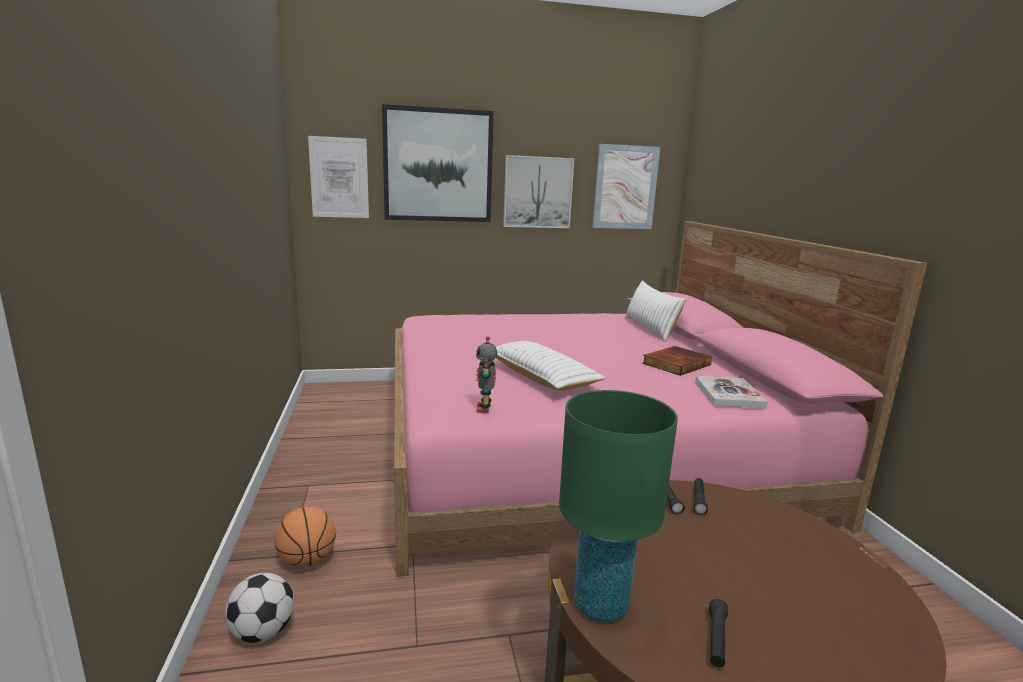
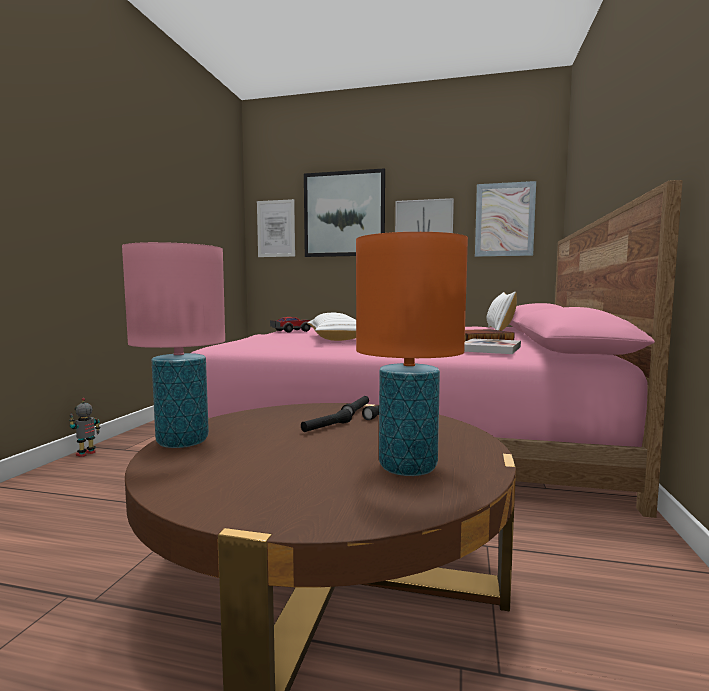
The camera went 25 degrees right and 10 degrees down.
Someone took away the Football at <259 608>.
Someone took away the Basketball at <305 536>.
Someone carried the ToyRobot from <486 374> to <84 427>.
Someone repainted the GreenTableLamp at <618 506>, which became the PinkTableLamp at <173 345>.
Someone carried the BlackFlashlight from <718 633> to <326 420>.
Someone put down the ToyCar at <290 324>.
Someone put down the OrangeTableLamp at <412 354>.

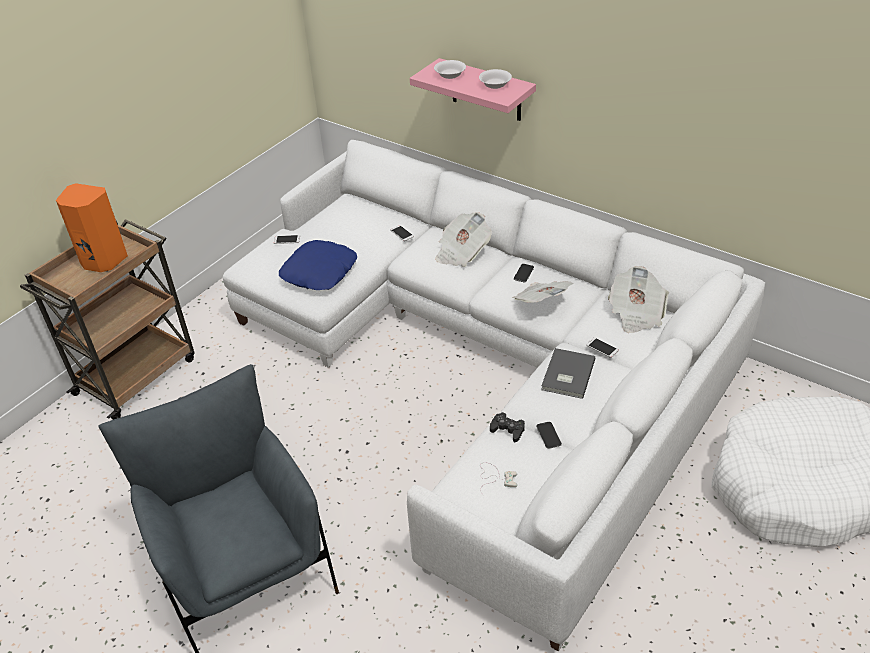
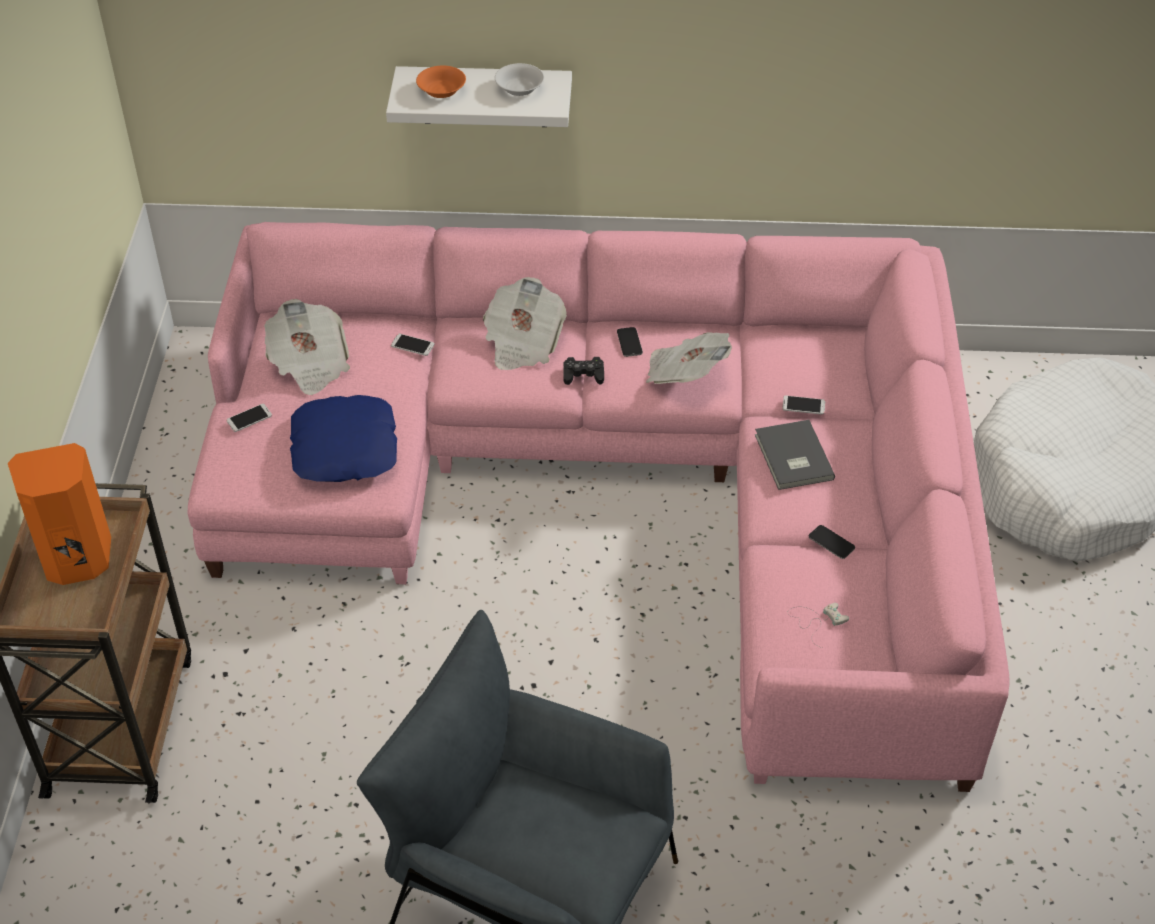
The camera went 35 degrees left and 5 degrees up.
Someone repainted the WhiteSofa at <494 396>, which became the PinkSofa at <599 507>.
Someone repainted the PinkShelf at <473 89>, which became the WhiteShelf at <479 96>.
Someone repainted the WhiteBowl at <450 69>, which became the OrangeBowl at <441 82>.
Someone carried the BlackGameController from <507 427> to <583 371>.
Someone carried the Newspaper from <638 299> to <307 347>.

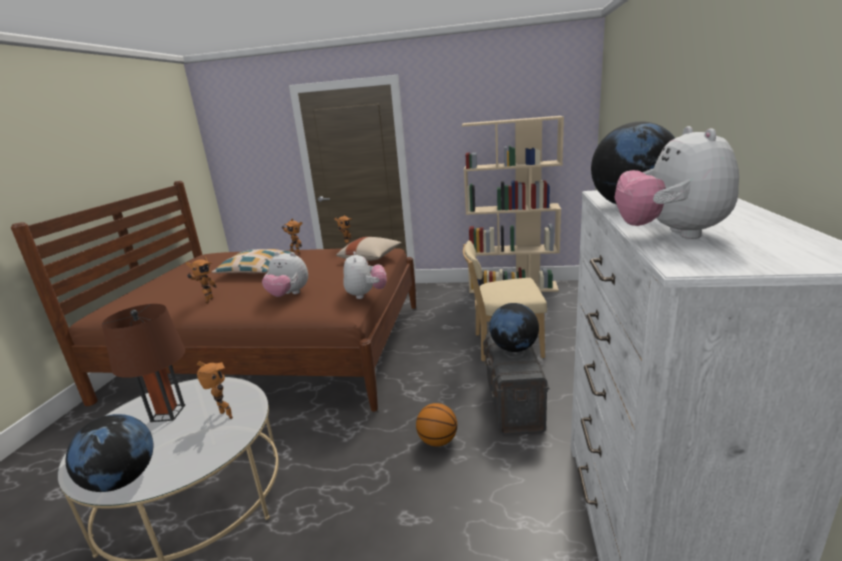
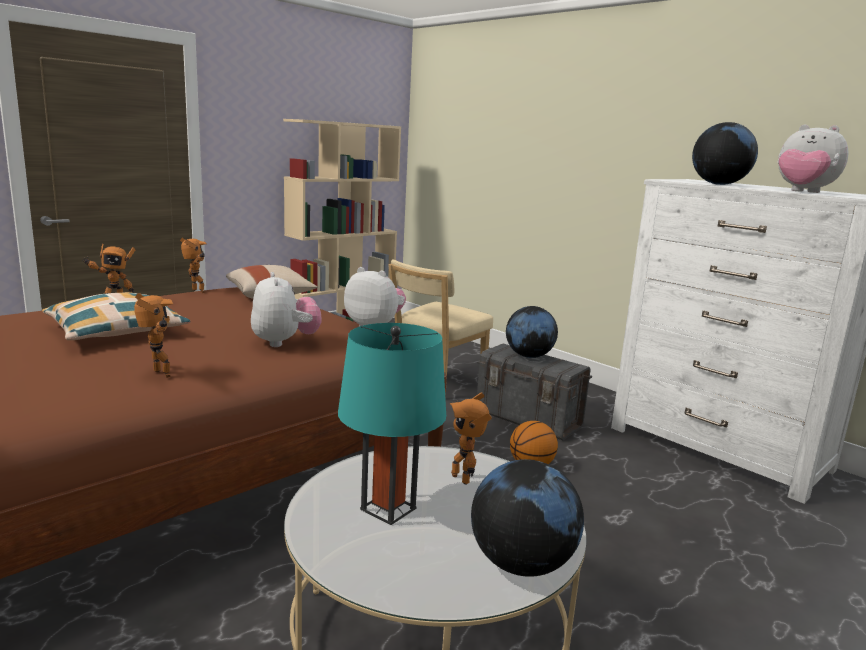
The camera went 55 degrees left and 5 degrees down.
Someone repainted the BrownTableLamp at <143 363>, which became the TurquoiseTableLamp at <392 424>.
Someone rotated the ToyRobot at <215 390> by 105 degrees counterclockwise.
Someone rotated the PlushToy at <285 274> by 75 degrees counterclockwise.

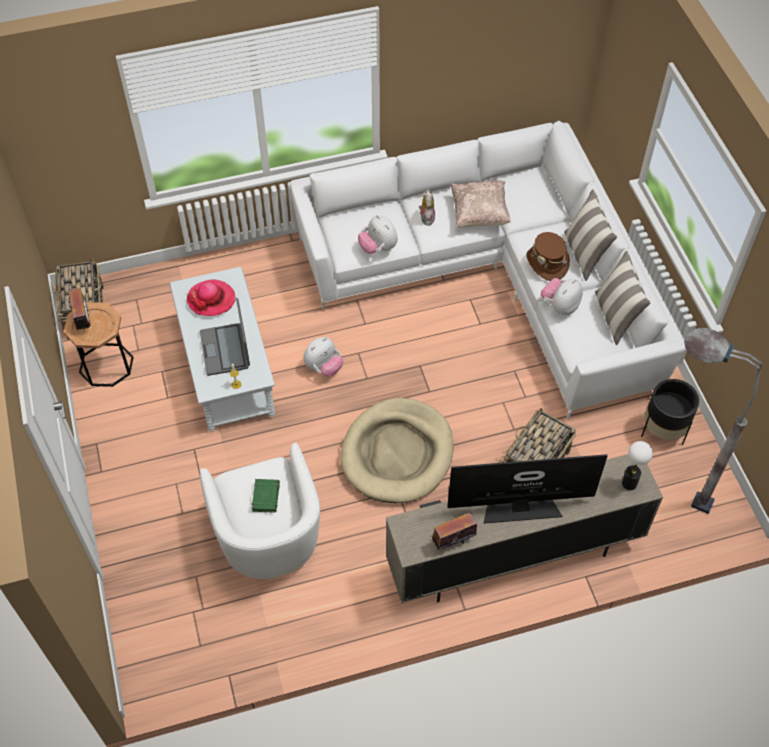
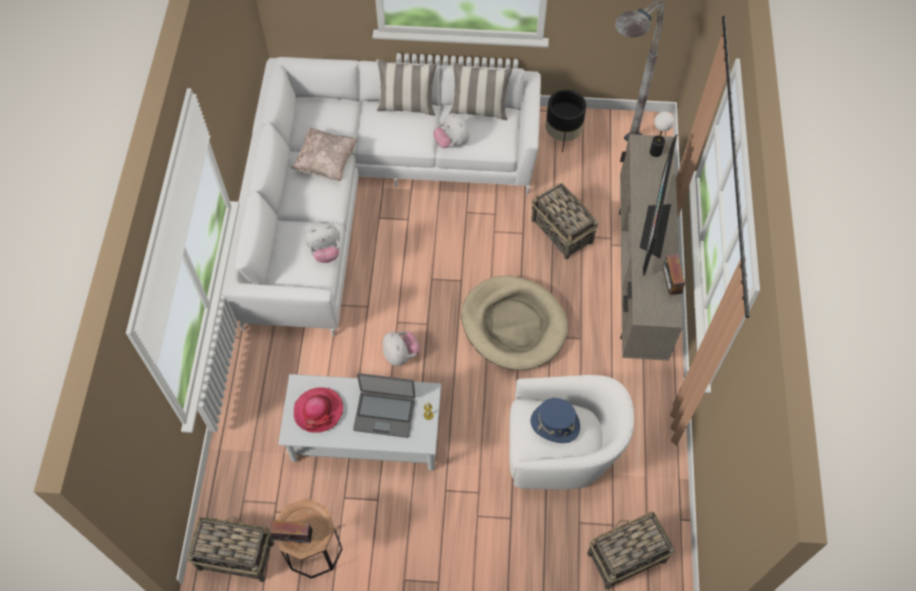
The camera went 70 degrees left and 5 degrees up.
Someone swapped the GreenBook at <266 496> for the BlueHat at <555 420>.
Someone took away the PlushToy at <427 208>.
Someone took away the BrownHat at <548 256>.
Someone put down the Basket at <631 550>.

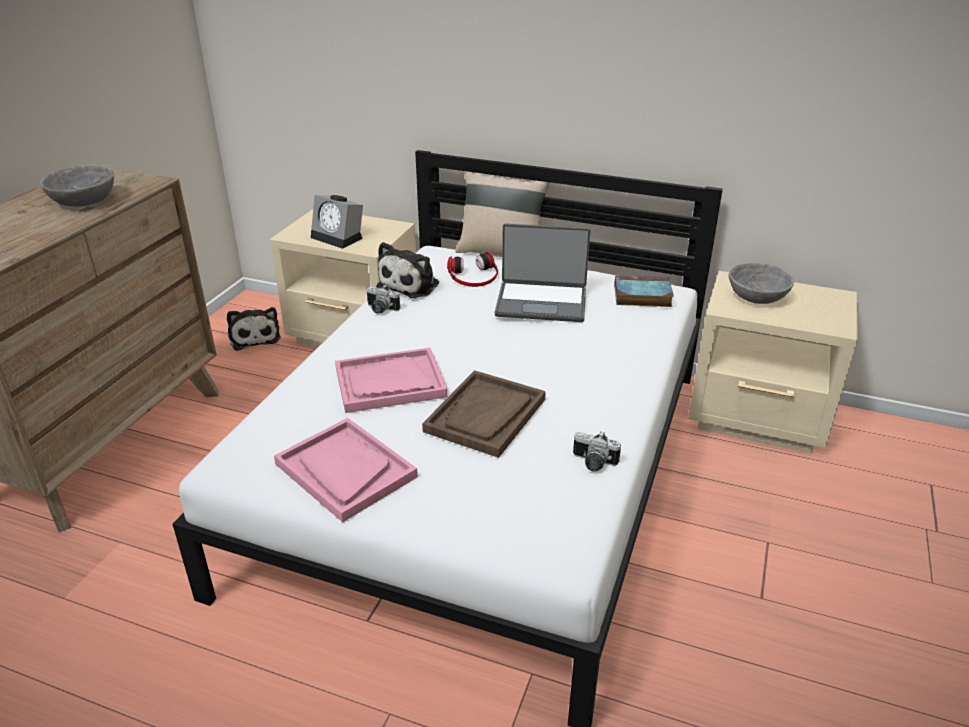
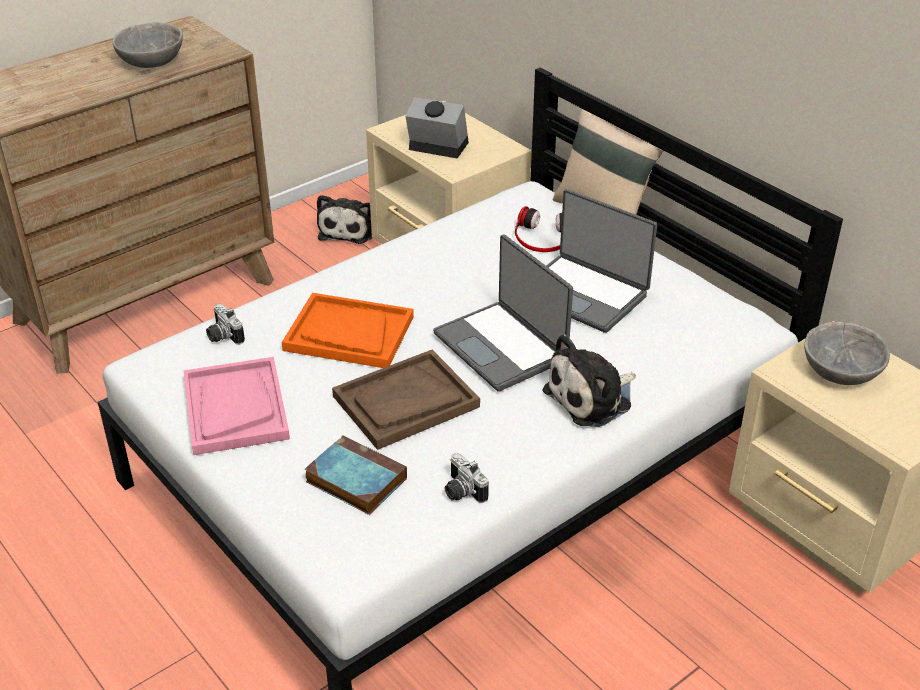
The camera went 30 degrees right and 5 degrees up.
Someone rotated the AlarmClock at <337 222> by 135 degrees clockwise.
Someone repainted the PinkTray at <391 380>, which became the OrangeTray at <348 330>.
Someone carried the PhotoCamera from <383 299> to <225 324>.
Someone carried the PlushToy from <407 270> to <589 380>.
Someone carried the Book from <644 291> to <356 475>.
Someone put down the Laptop at <503 313>.

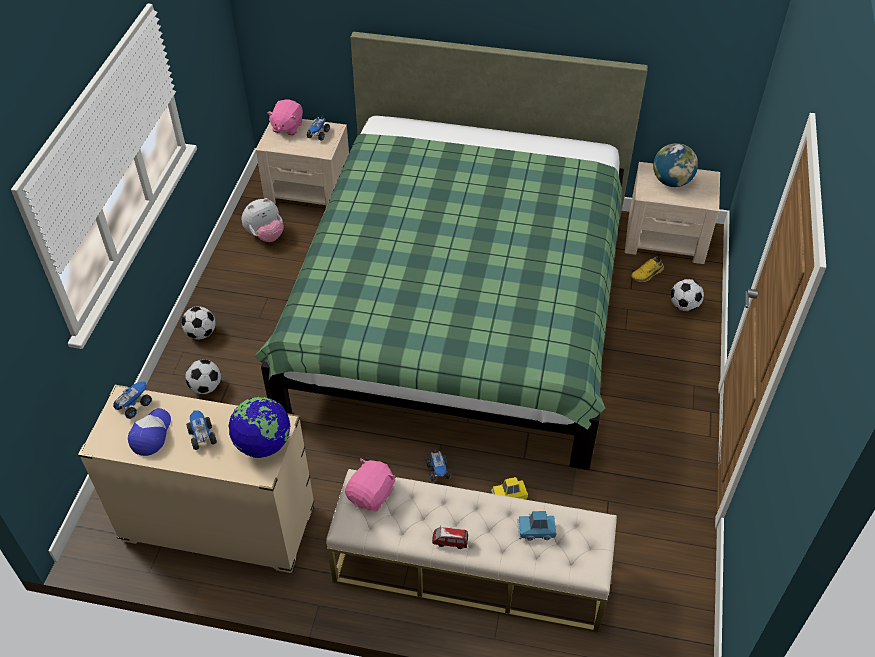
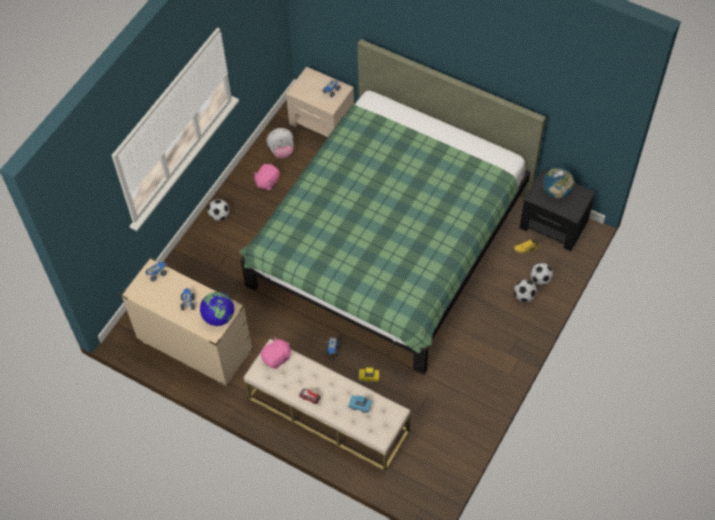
The camera went 20 degrees right and 10 degrees up.
Someone took away the Cap at <149 432>.
Someone carried the Football from <203 376> to <525 291>.
Someone carried the PinkPlushToy from <285 117> to <266 177>.
Someone repainted the BeigeNightstand at <672 213>, which became the BlackNightstand at <558 210>.

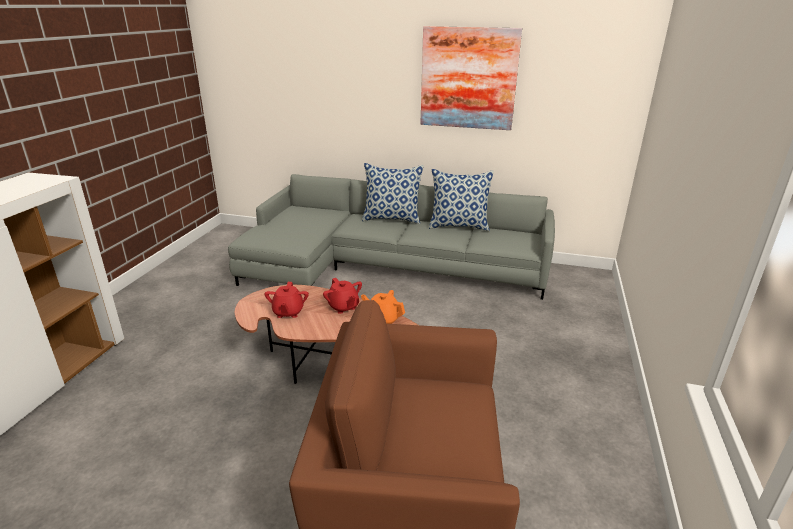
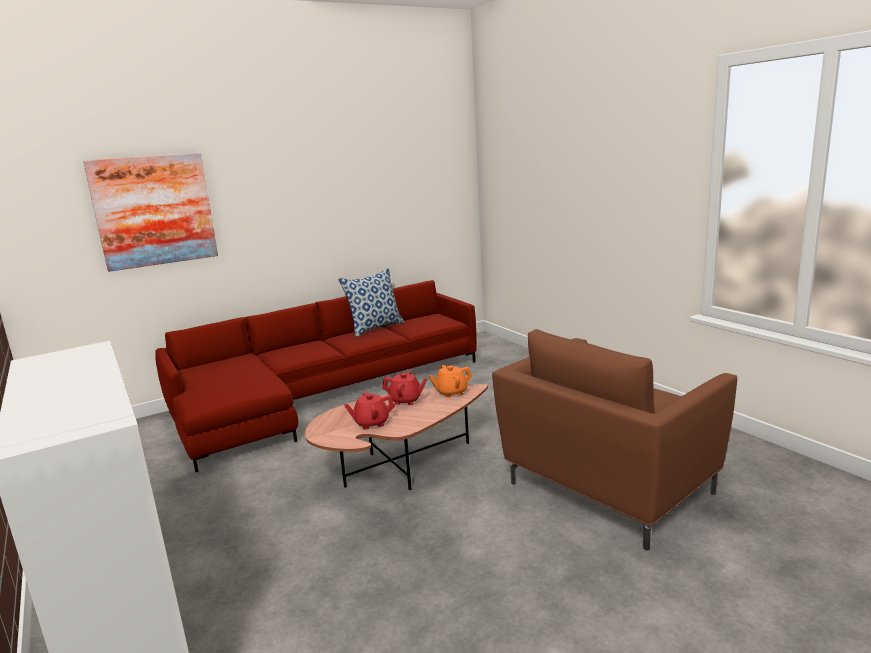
The camera went 45 degrees left and 10 degrees down.
Someone repainted the GreySofa at <391 237>, which became the RedSofa at <316 376>.
Someone rotated the RedTeapot at <286 300> by 120 degrees clockwise.
Someone took away the Pillow at <393 193>.
Someone carried the Picture from <471 78> to <150 212>.

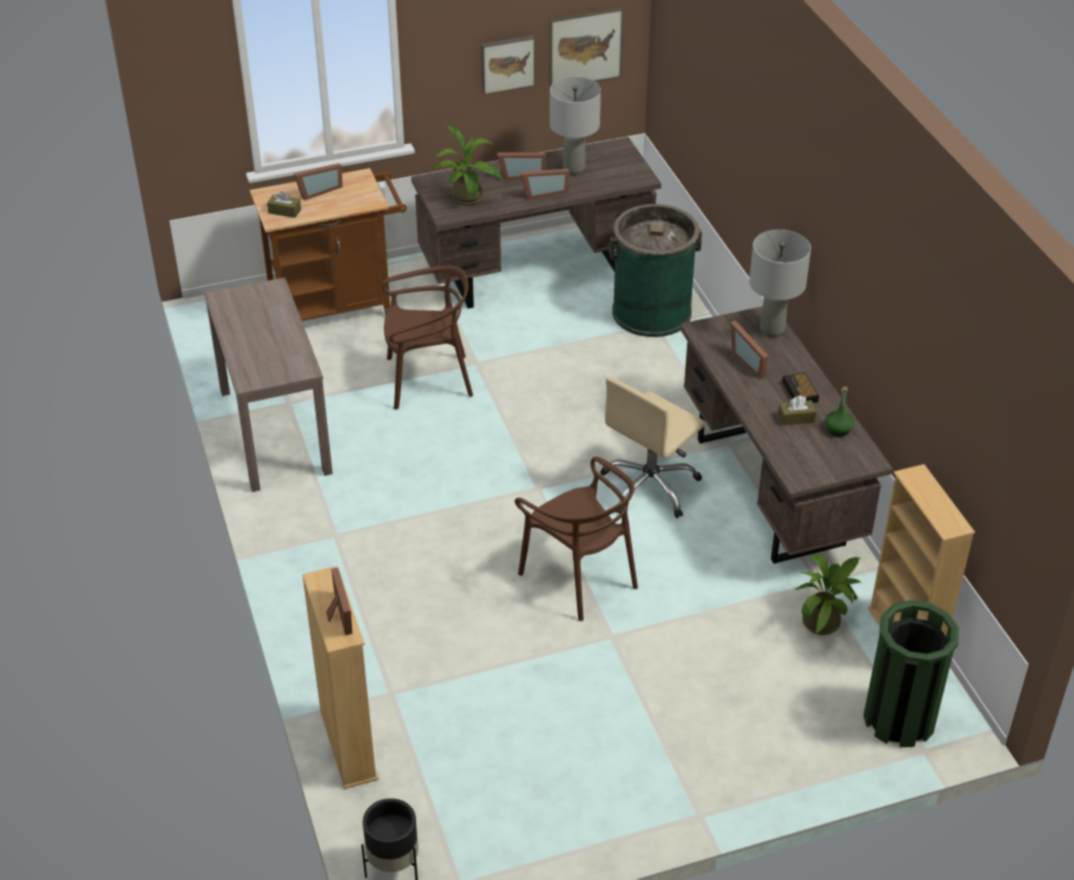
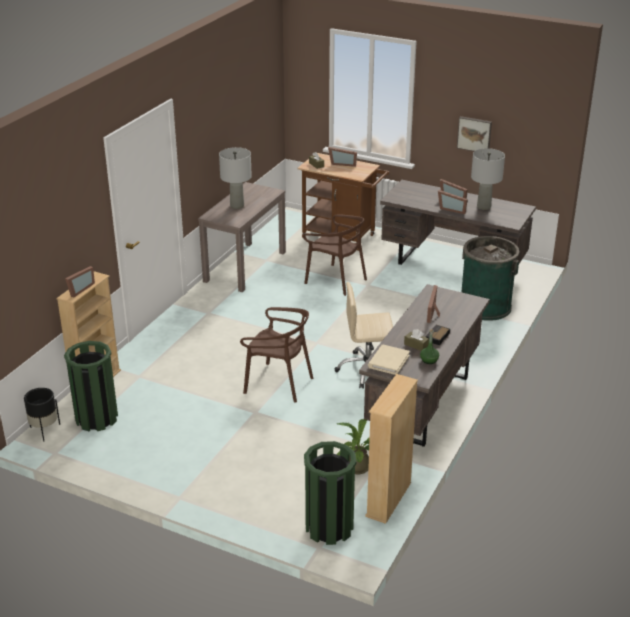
The camera went 45 degrees right and 10 degrees down.
Someone took away the PottedPlant at <468 165>.
Someone rotated the BrownChair at <576 538> by 75 degrees counterclockwise.
Someone took away the Picture at <586 48>.
Someone carried the GreyTableLamp from <780 283> to <235 178>.
Someone put down the GreenTrashCan at <91 386>.
Someone put down the BeigeBook at <389 360>.

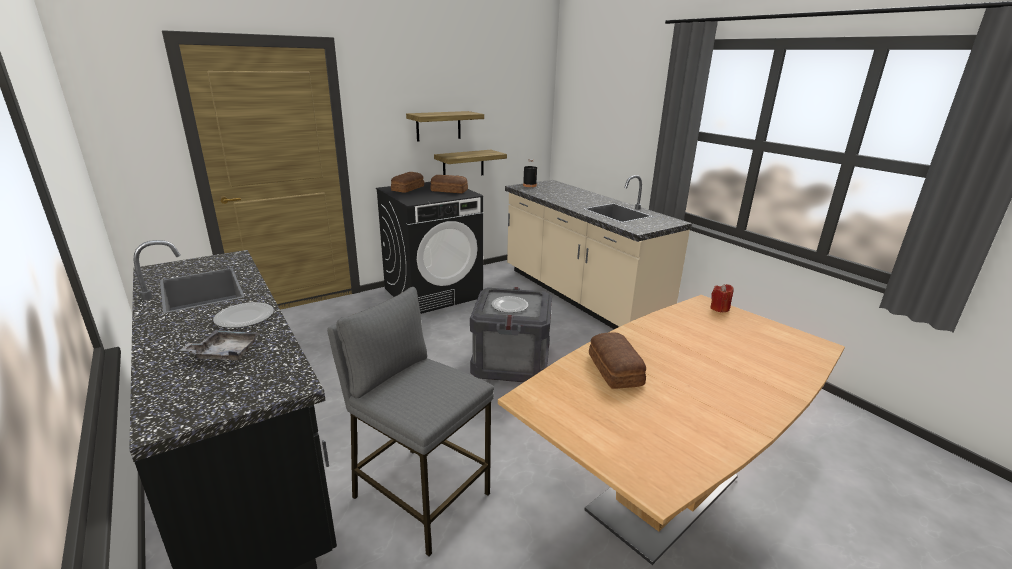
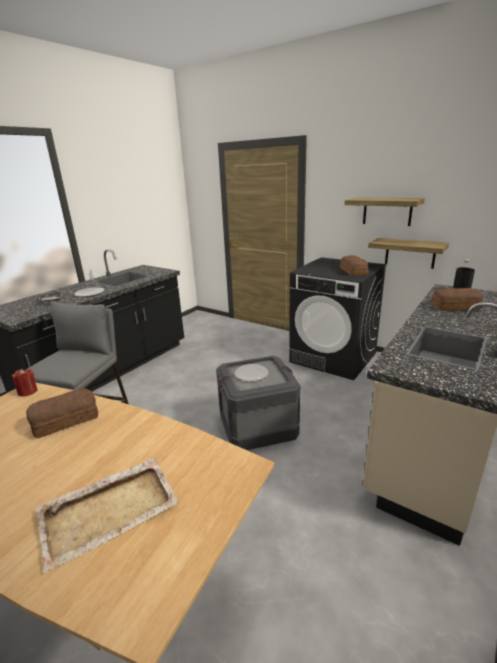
The camera went 70 degrees right and 0 degrees up.
Someone carried the Bread from <407 182> to <457 299>.
Someone carried the RedCandle from <722 298> to <25 383>.
Someone put down the BeigeTray at <107 515>.

